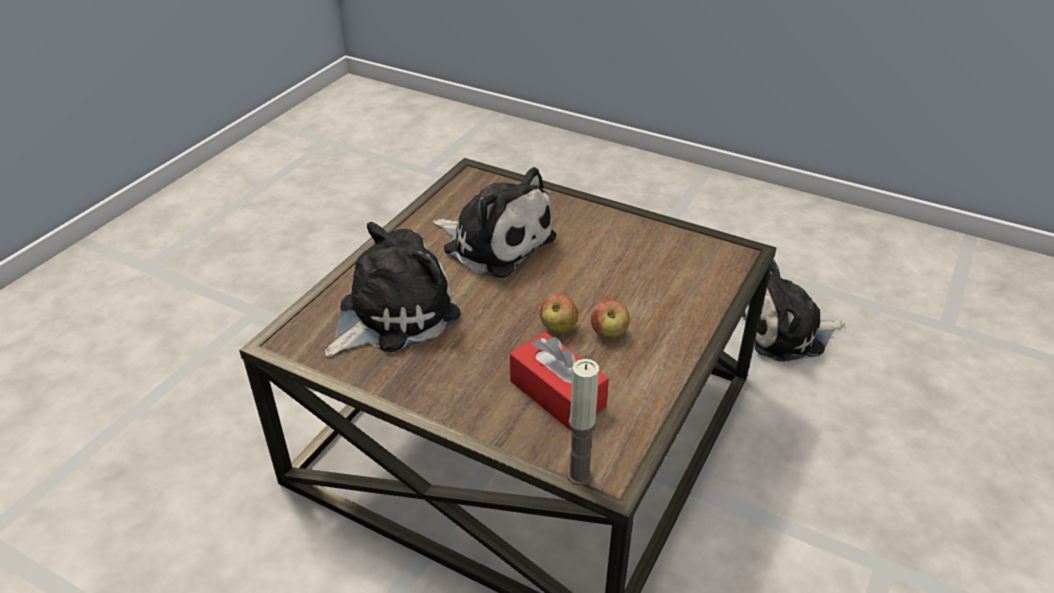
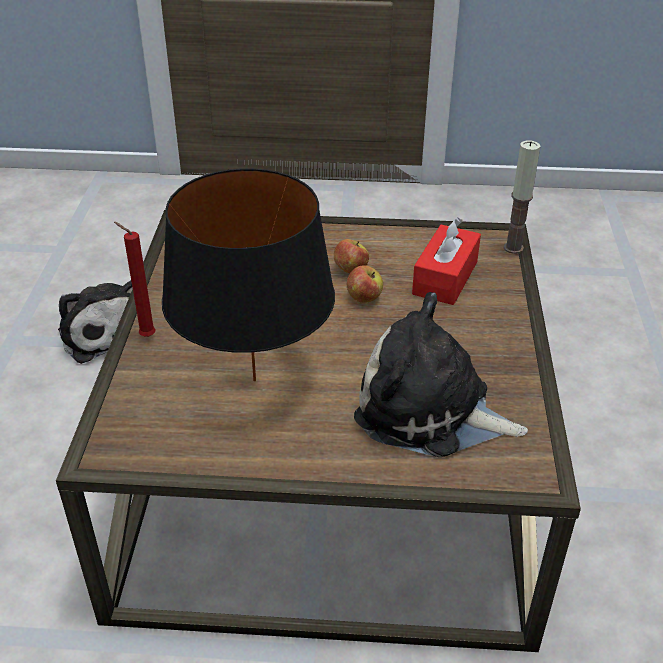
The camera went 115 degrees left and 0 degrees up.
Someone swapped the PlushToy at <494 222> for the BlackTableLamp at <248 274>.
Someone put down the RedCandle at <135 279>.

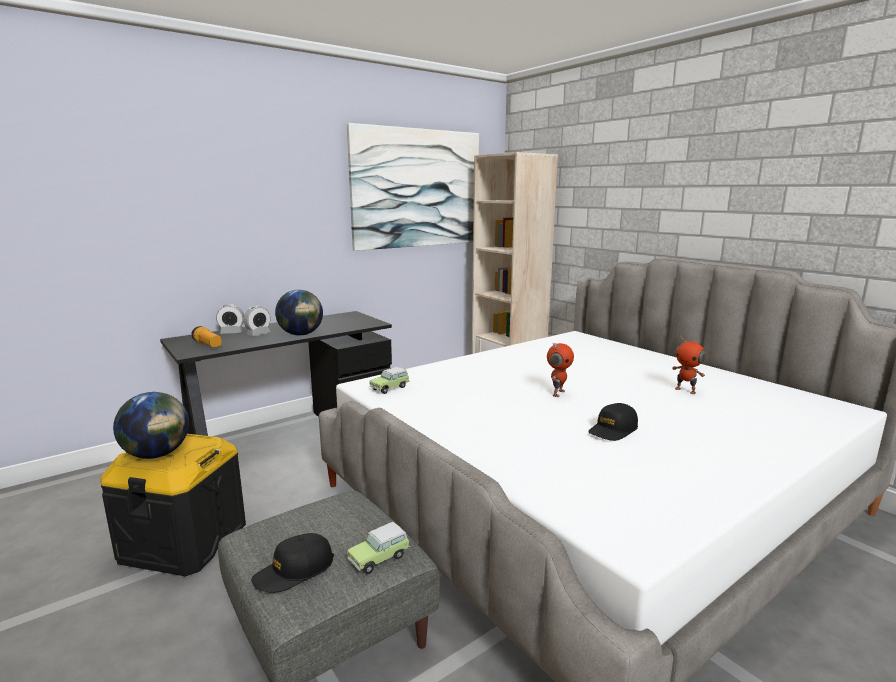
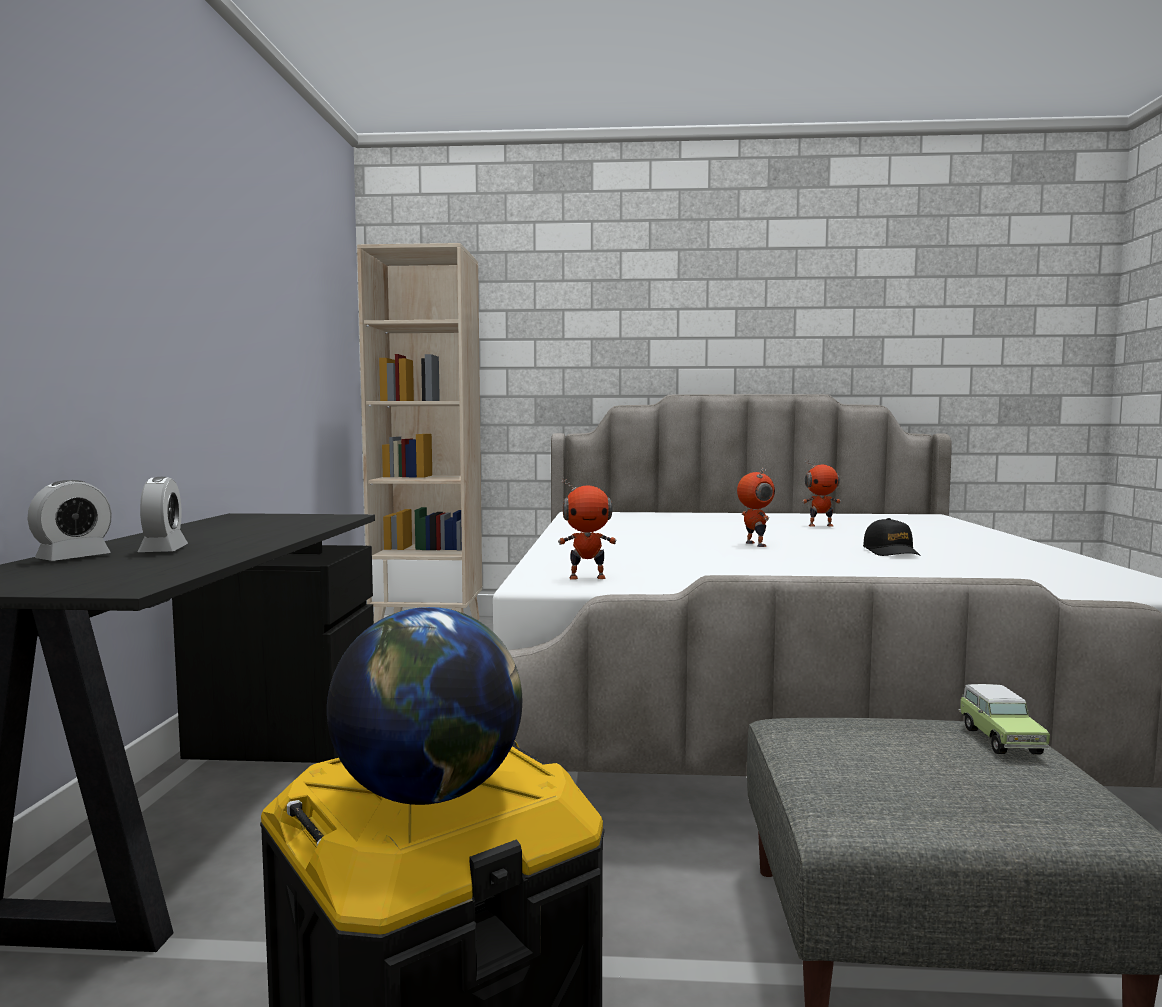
The camera went 50 degrees left and 10 degrees down.
Someone took away the Flashlight at <206 337>.
Someone took away the BlackCap at <292 563>.
Someone took away the Globe at <299 313>.
Someone took away the Picture at <413 187>.
Someone swapped the ToyCar at <389 380> for the ToyRobot at <587 529>.

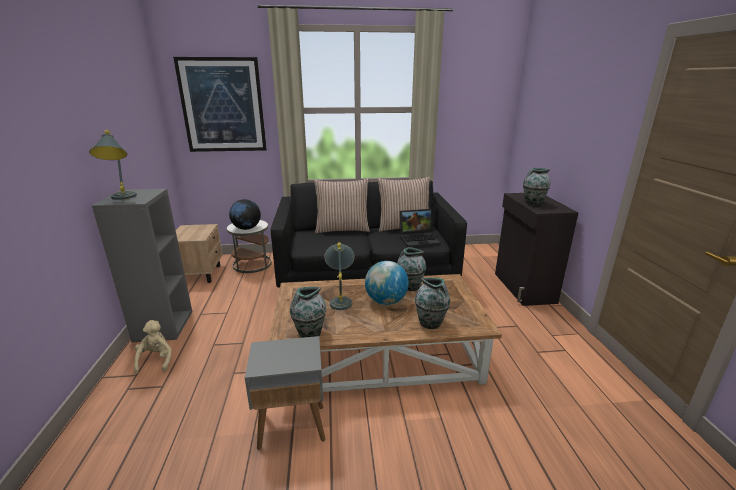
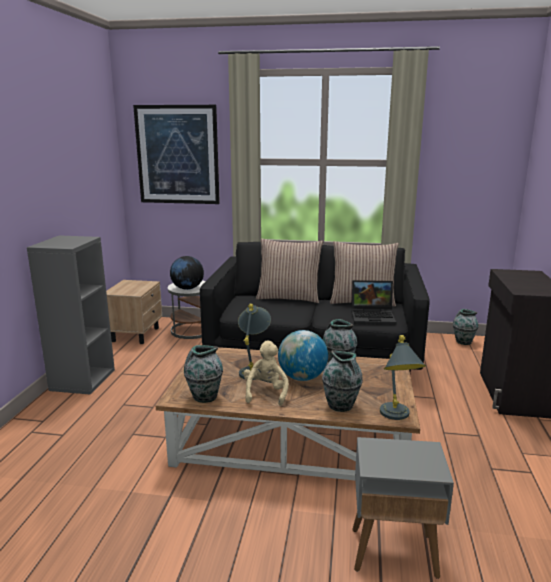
The camera went 15 degrees right and 5 degrees down.
Someone carried the GreyTableLamp from <113 165> to <403 377>.
Someone carried the BeigePlushToy from <153 347> to <266 373>.
Someone carried the GreySideTable from <285 393> to <403 508>.
Someone carried the Vase from <536 187> to <465 327>.

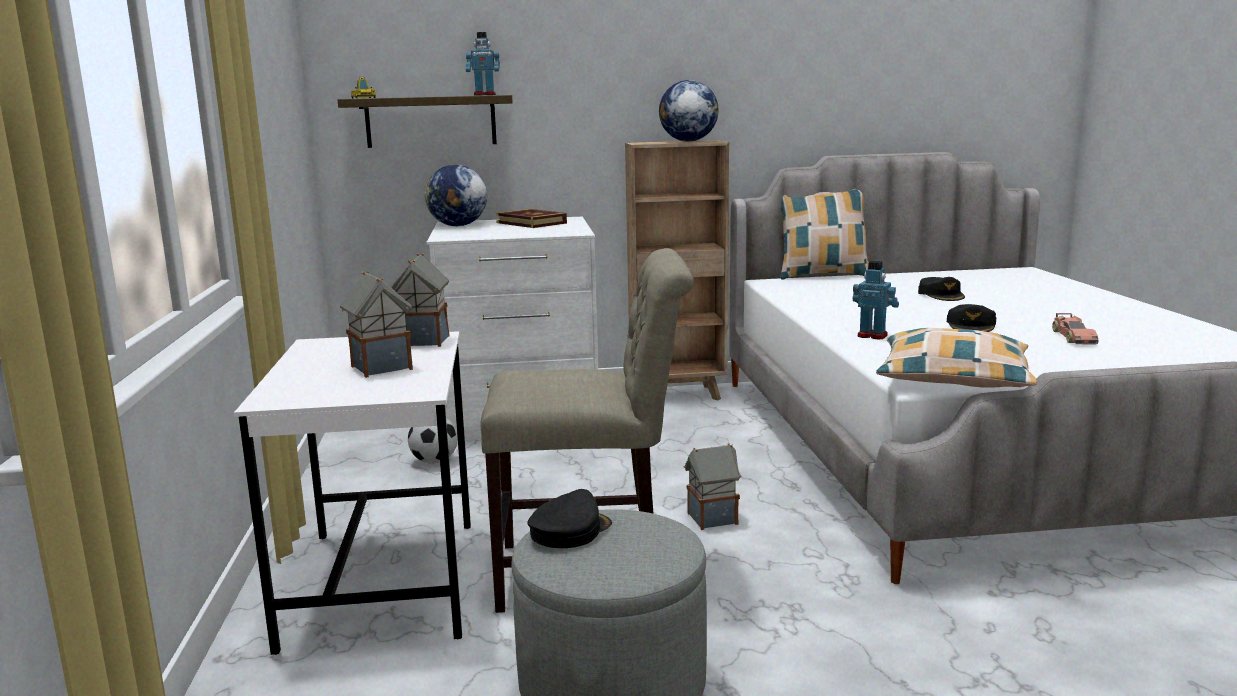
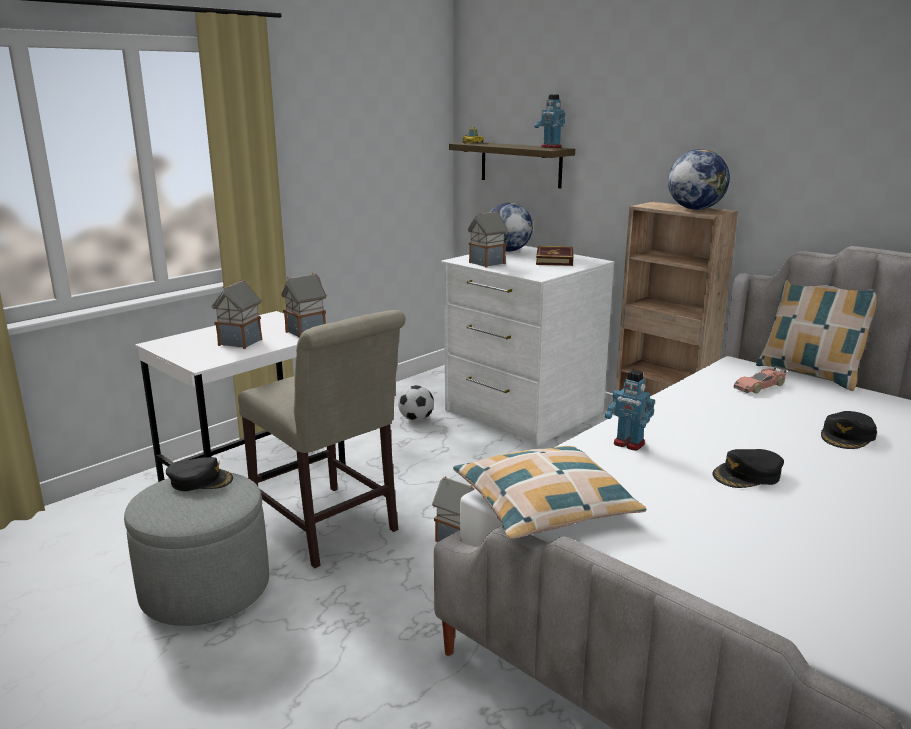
The camera went 50 degrees right and 5 degrees up.
Someone rotated the ToyRobot at <876 299> by 135 degrees clockwise.
Someone carried the ToyCar from <1075 328> to <760 379>.
Someone put down the ToyHouse at <487 239>.

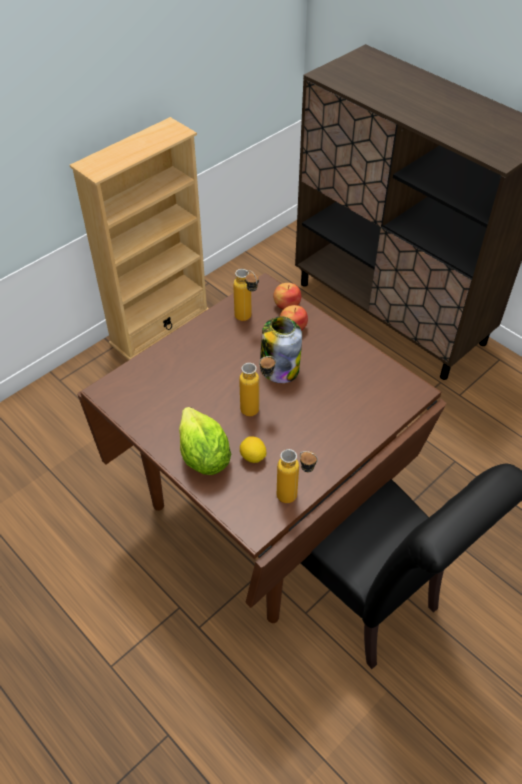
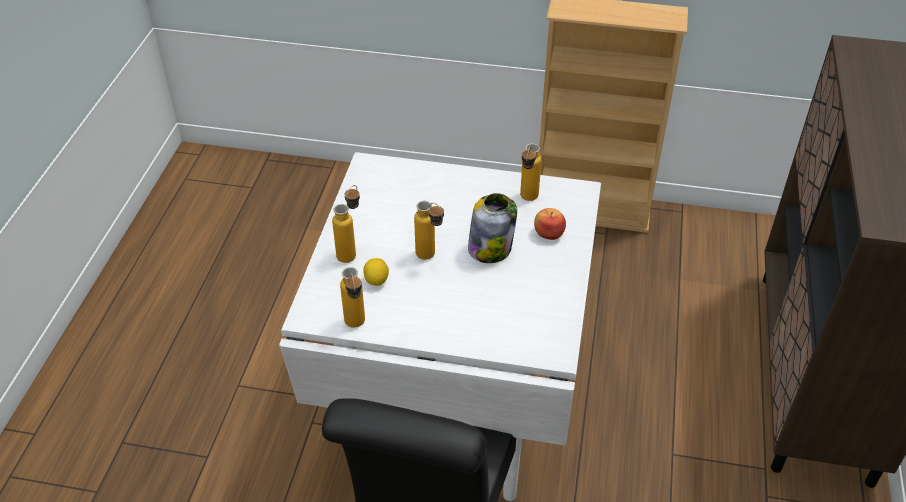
The camera went 55 degrees right and 5 degrees down.
Someone repainted the BrownDiningTable at <262 448>, which became the WhiteDiningTable at <440 326>.
Someone swapped the Lettuce at <205 441> for the Bottle at <346 224>.
Someone took away the Apple at <287 296>.

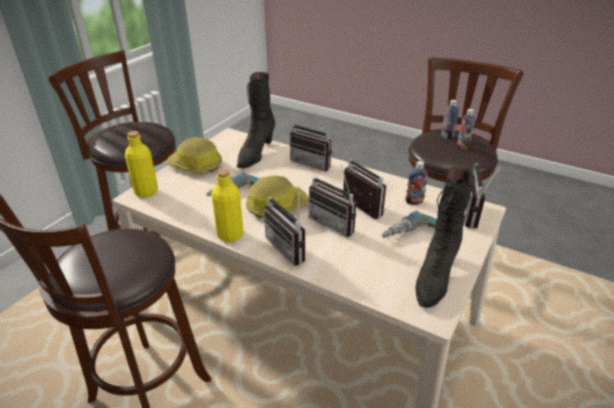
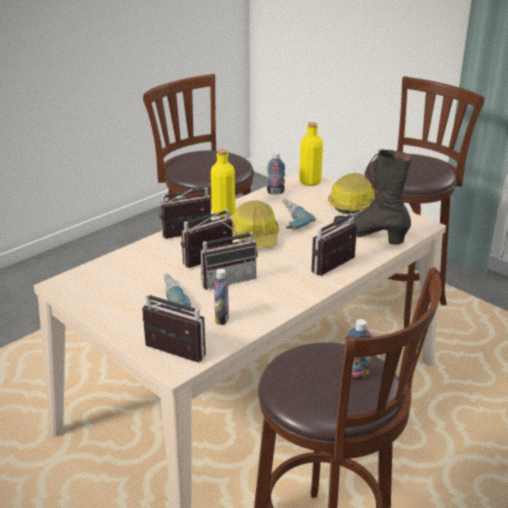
The camera went 105 degrees right and 5 degrees down.
Someone took away the BlackBoot at <445 237>.
Someone carried the Bottle from <466 129> to <276 173>.

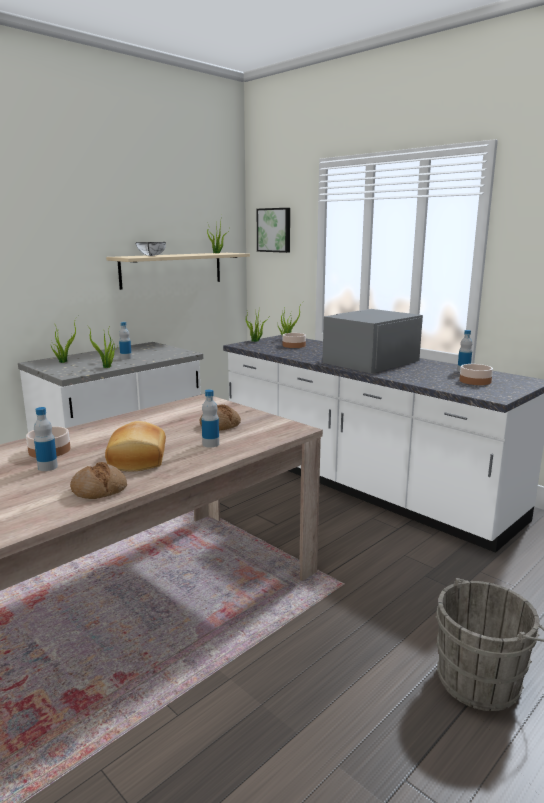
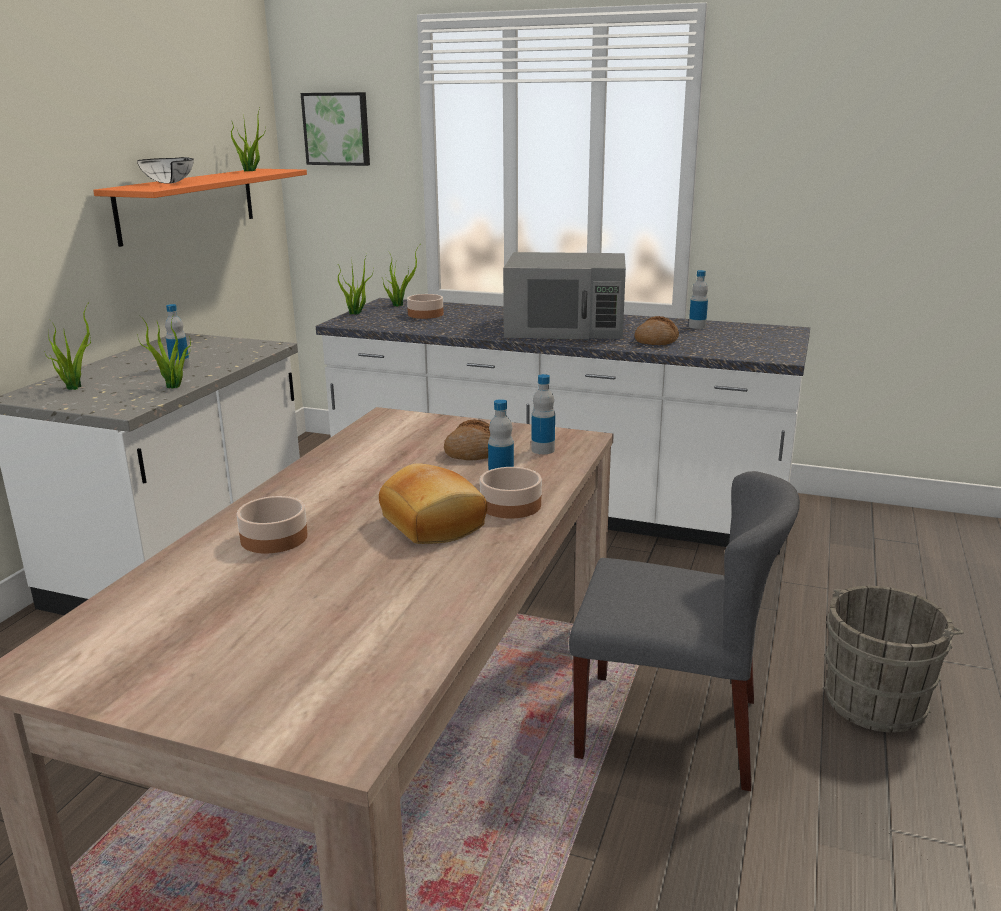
The camera went 25 degrees left and 5 degrees up.
Someone carried the Bottle from <46 439> to <543 414>.
Someone carried the Bread from <98 480> to <656 330>.
Someone repainted the BeigeShelf at <178 271>, which became the OrangeShelf at <200 208>.
Someone rotated the GreyMicrowave at <372 341> by 105 degrees counterclockwise.
Someone carried the Bowl from <476 374> to <511 493>.
Someone put down the GreyChair at <684 631>.

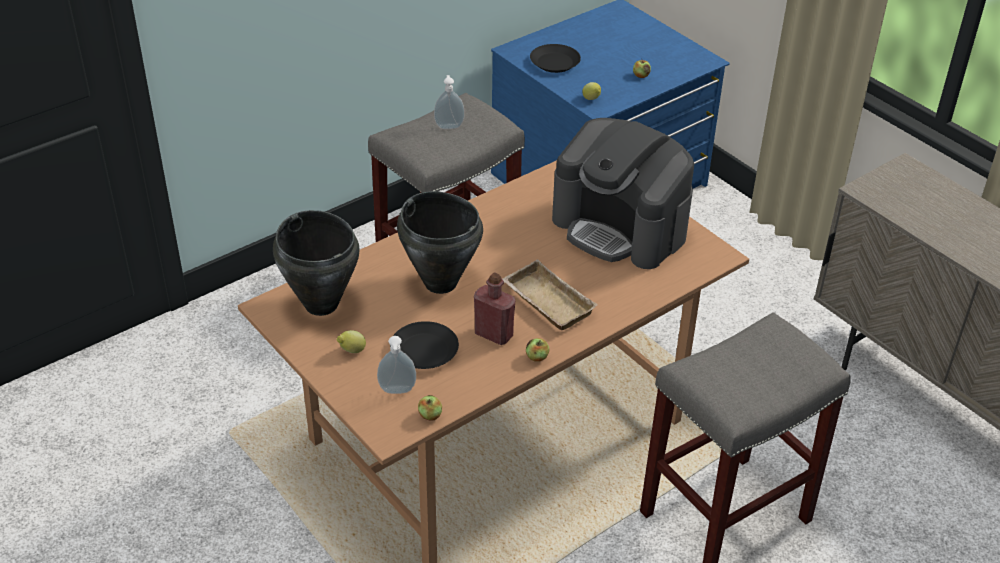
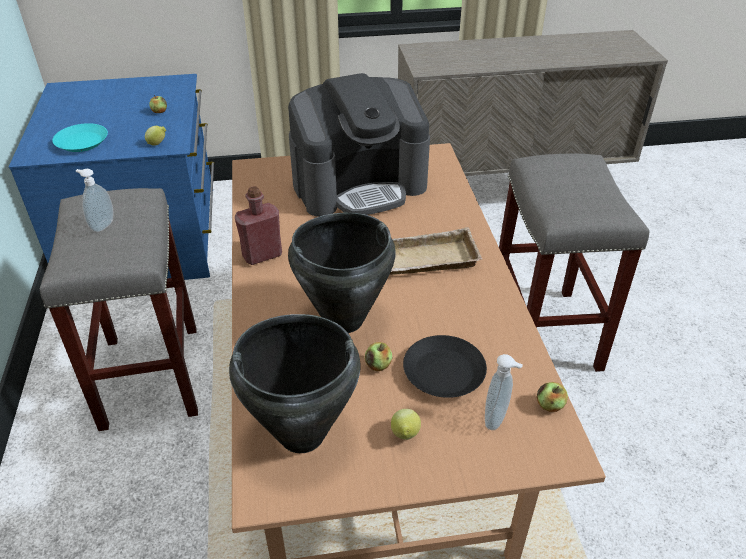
The camera went 60 degrees left and 0 degrees up.
Someone carried the RedBottle from <495 309> to <258 225>.
Someone carried the Apple from <537 350> to <378 356>.
Someone repainted the BlackPlate at <555 58>, which became the TurquoisePlate at <80 137>.

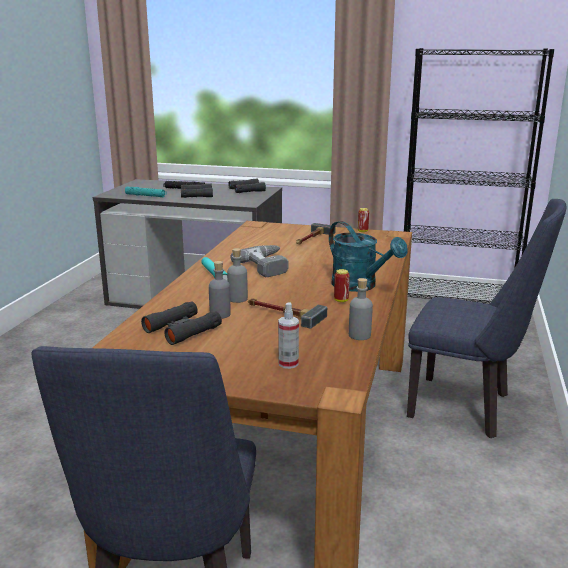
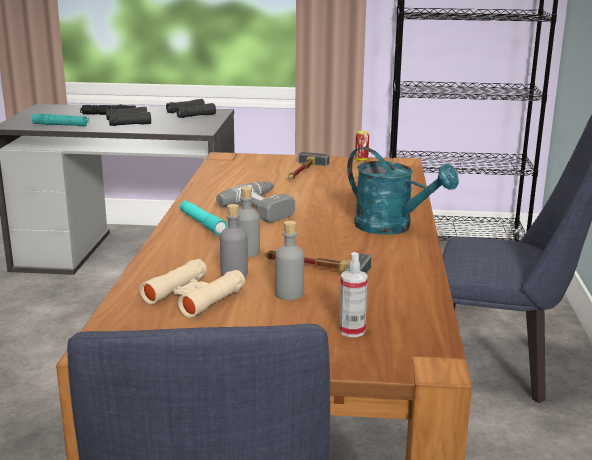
The camera went 10 degrees left and 0 degrees up.
Someone repainted the BlackBinoculars at <181 323>, which became the BeigeBinoculars at <192 288>.
Someone took away the Can at <342 285>.
Someone carried the GreyBottle from <361 309> to <289 260>.

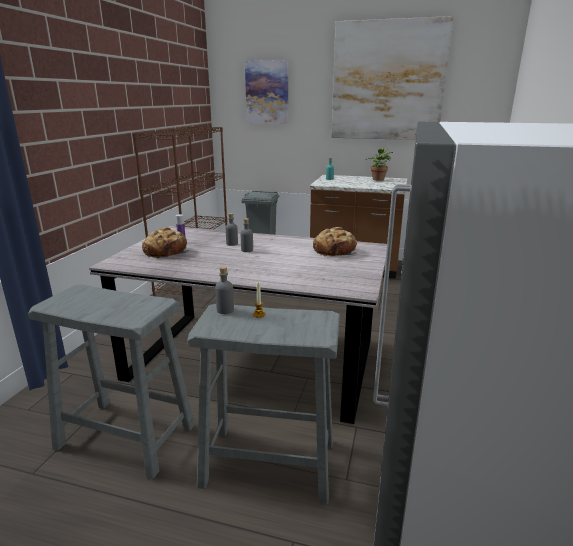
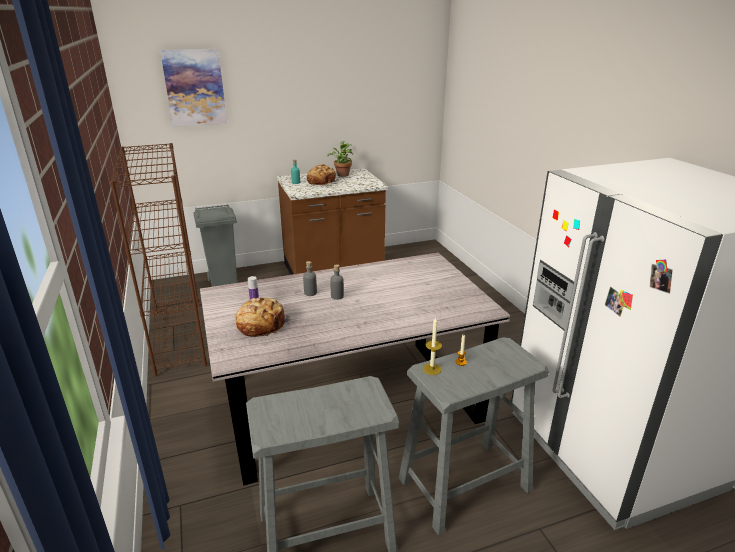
The camera went 35 degrees left and 5 degrees up.
Someone swapped the GreyBottle at <224 290> for the Candle at <432 346>.
Someone carried the Bread from <335 242> to <323 175>.
Someone took away the Picture at <392 78>.

